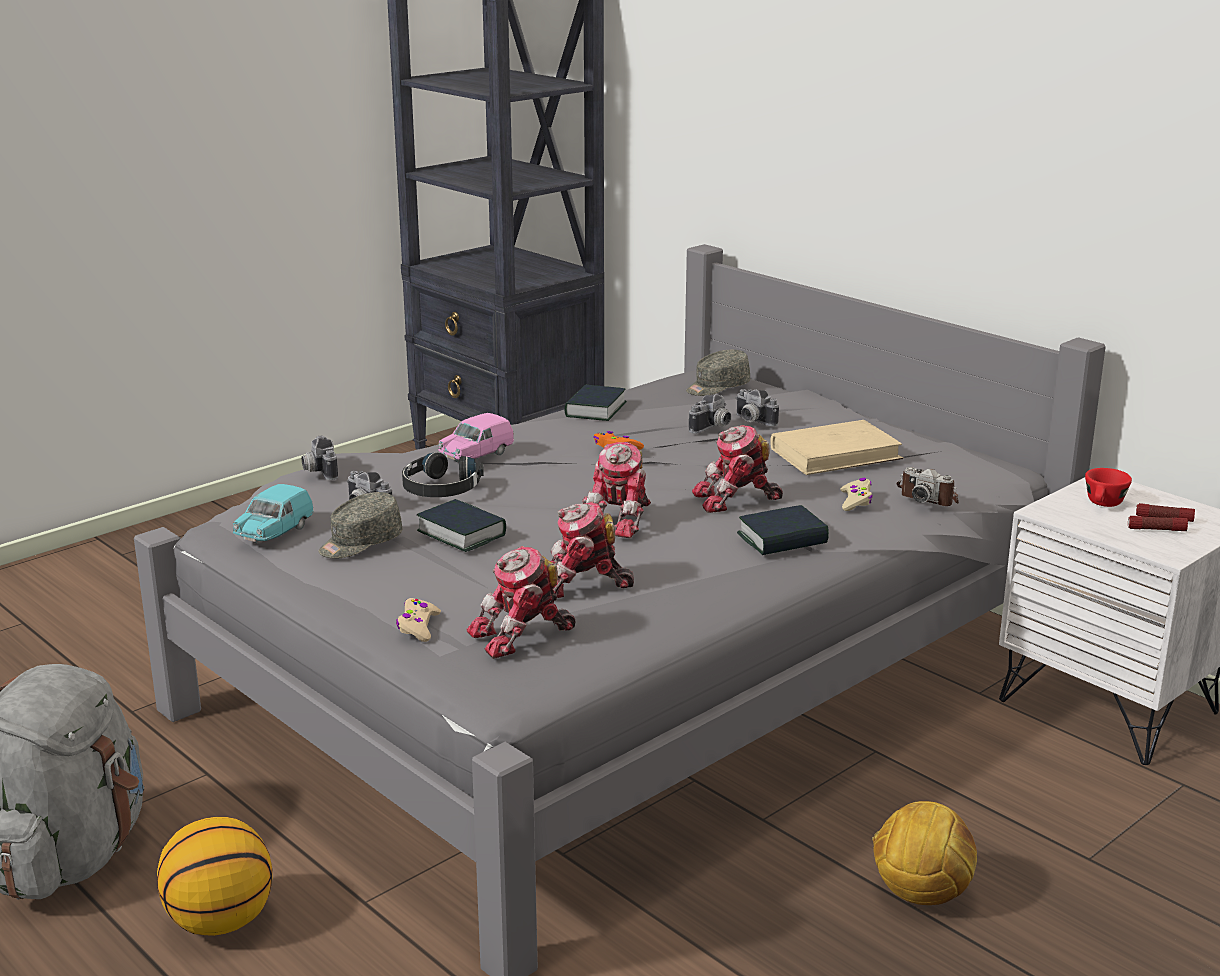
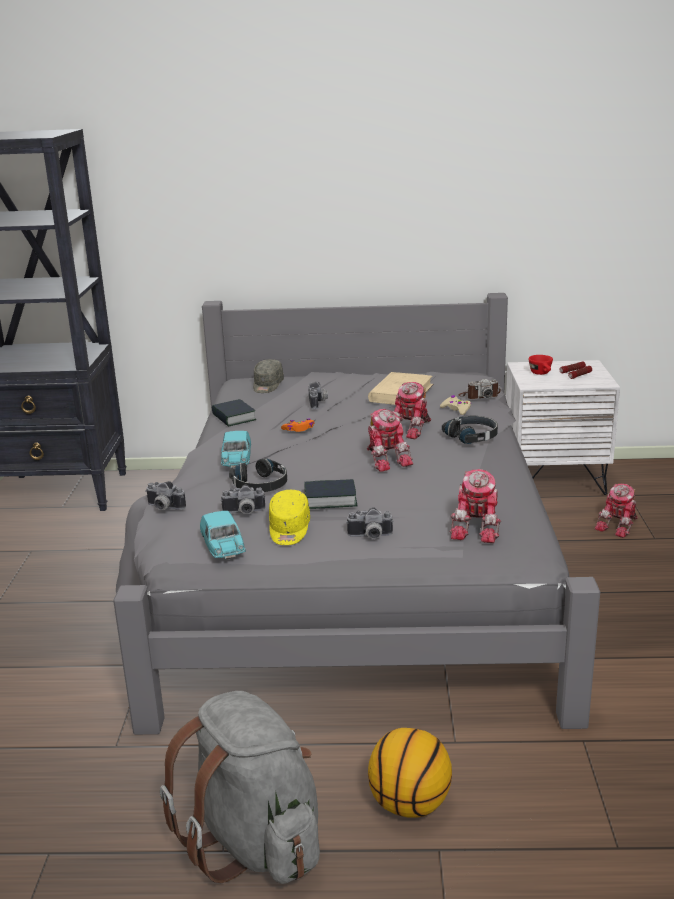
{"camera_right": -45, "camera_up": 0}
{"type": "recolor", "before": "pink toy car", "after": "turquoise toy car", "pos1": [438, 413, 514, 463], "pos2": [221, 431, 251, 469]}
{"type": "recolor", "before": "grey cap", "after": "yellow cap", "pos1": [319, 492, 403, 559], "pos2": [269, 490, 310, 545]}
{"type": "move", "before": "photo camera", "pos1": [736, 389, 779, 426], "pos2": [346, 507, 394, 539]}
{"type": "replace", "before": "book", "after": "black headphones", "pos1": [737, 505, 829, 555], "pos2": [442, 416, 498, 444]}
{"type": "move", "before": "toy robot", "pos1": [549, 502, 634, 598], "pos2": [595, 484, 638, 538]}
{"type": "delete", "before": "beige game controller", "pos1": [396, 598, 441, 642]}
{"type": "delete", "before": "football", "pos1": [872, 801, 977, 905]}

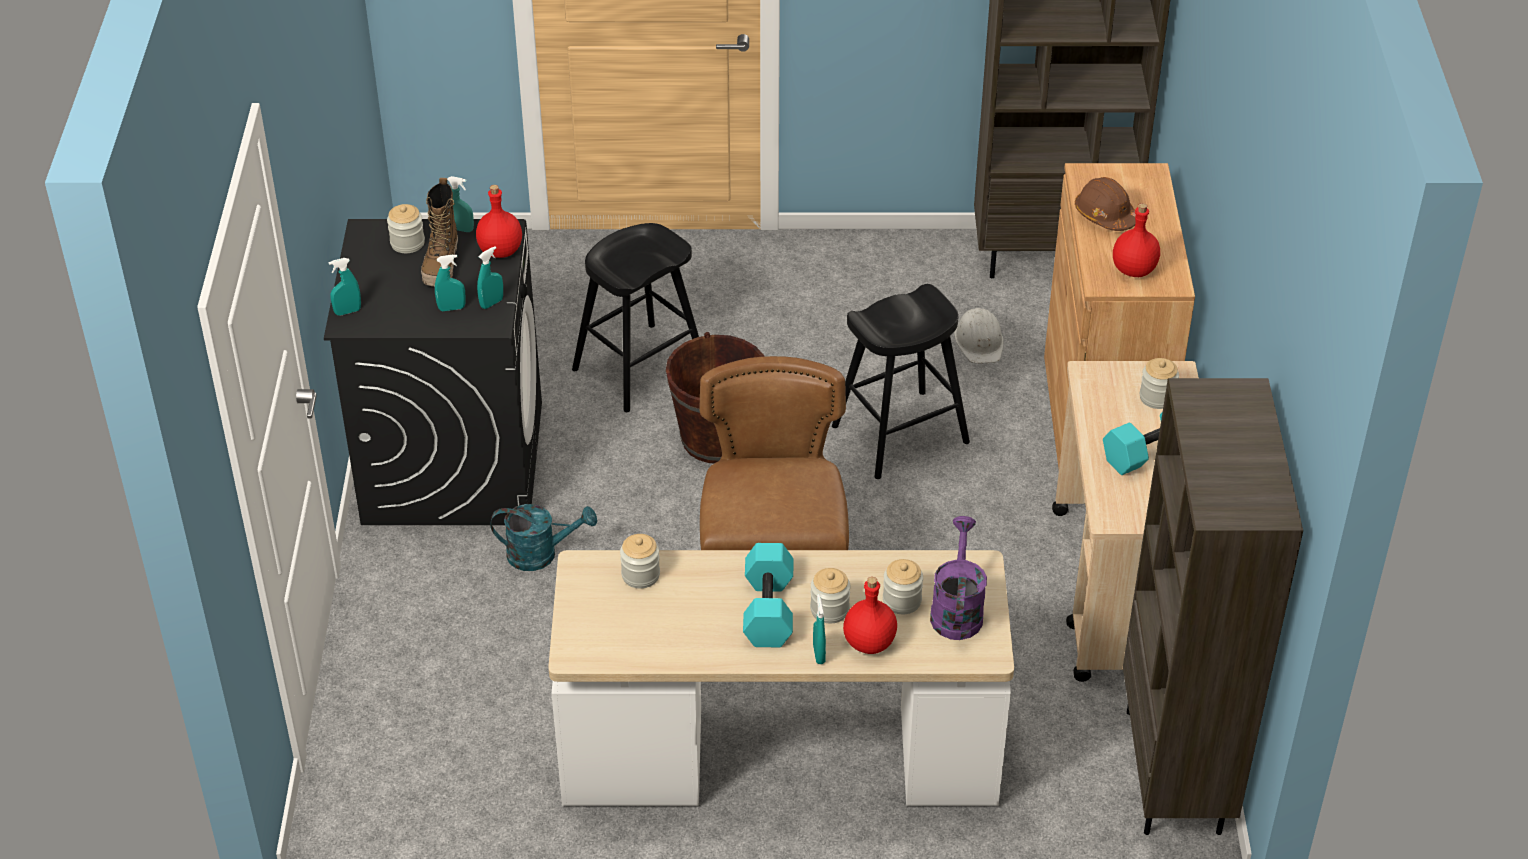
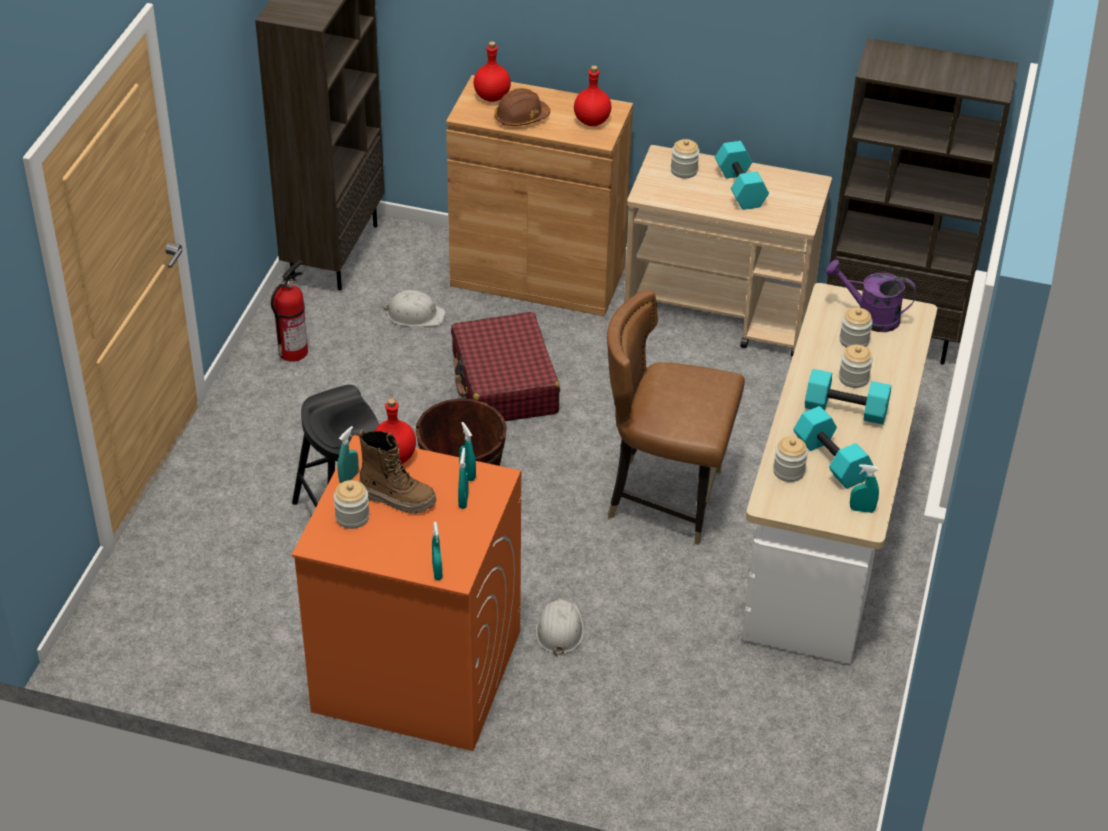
{"camera_right": -75, "camera_up": 0}
{"type": "insert", "after": "fire extinguisher", "pos2": [271, 260, 308, 362]}
{"type": "recolor", "before": "black washing machine", "after": "orange washing machine", "pos1": [324, 219, 542, 525], "pos2": [292, 435, 521, 751]}
{"type": "replace", "before": "black stool", "after": "red suitcase", "pos1": [832, 284, 970, 479], "pos2": [451, 312, 560, 421]}
{"type": "move", "before": "red bottle", "pos1": [843, 577, 897, 654], "pos2": [474, 41, 511, 102]}
{"type": "replace", "before": "turquoise watering can", "after": "white hard hat", "pos1": [490, 504, 597, 571], "pos2": [536, 598, 584, 656]}
{"type": "insert", "after": "turquoise dumbbell", "pos2": [793, 406, 873, 489]}
{"type": "move", "before": "turquoise spray bottle", "pos1": [813, 594, 826, 664], "pos2": [850, 464, 879, 513]}

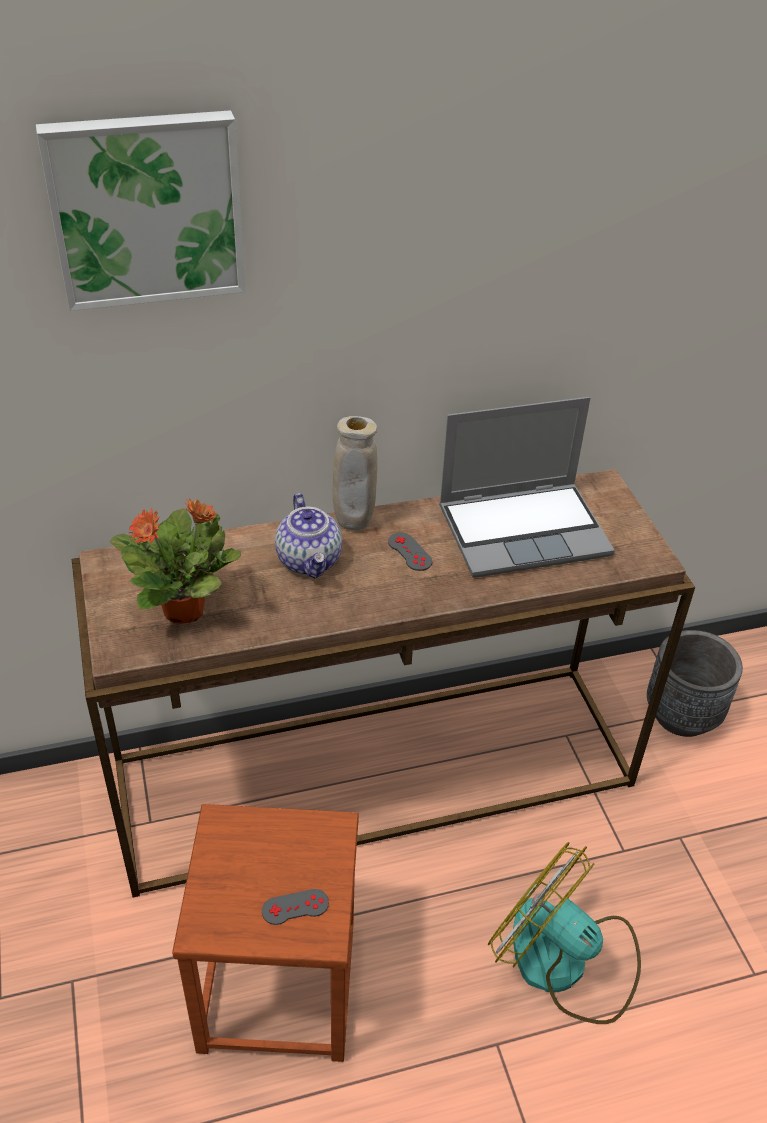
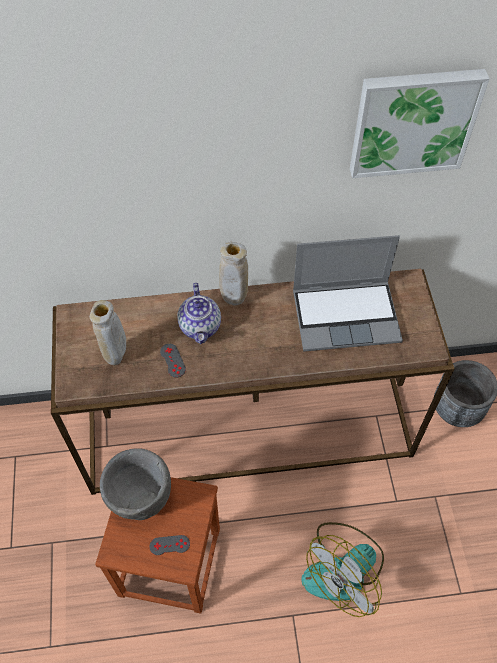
{"camera_right": 10, "camera_up": 15}
{"type": "replace", "before": "potted plant", "after": "beige vase", "pos1": [110, 499, 241, 623], "pos2": [90, 300, 126, 365]}
{"type": "insert", "after": "grey bowl", "pos2": [100, 448, 171, 520]}
{"type": "move", "before": "grey game controller", "pos1": [388, 532, 432, 571], "pos2": [160, 344, 186, 378]}
{"type": "rotate", "before": "fan", "pos1": [488, 842, 641, 1024], "pos2": [301, 522, 384, 617], "turn": -90}
{"type": "move", "before": "picture", "pos1": [36, 110, 246, 311], "pos2": [350, 69, 490, 178]}

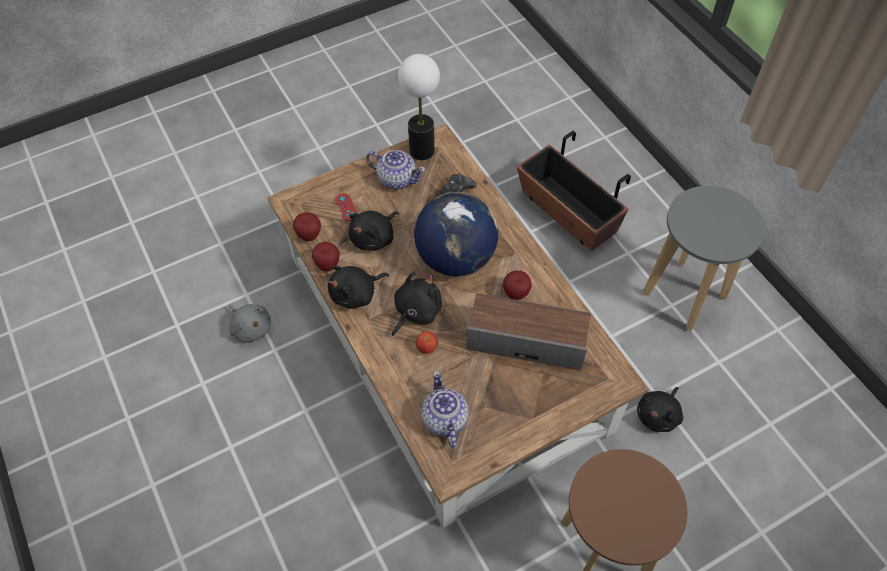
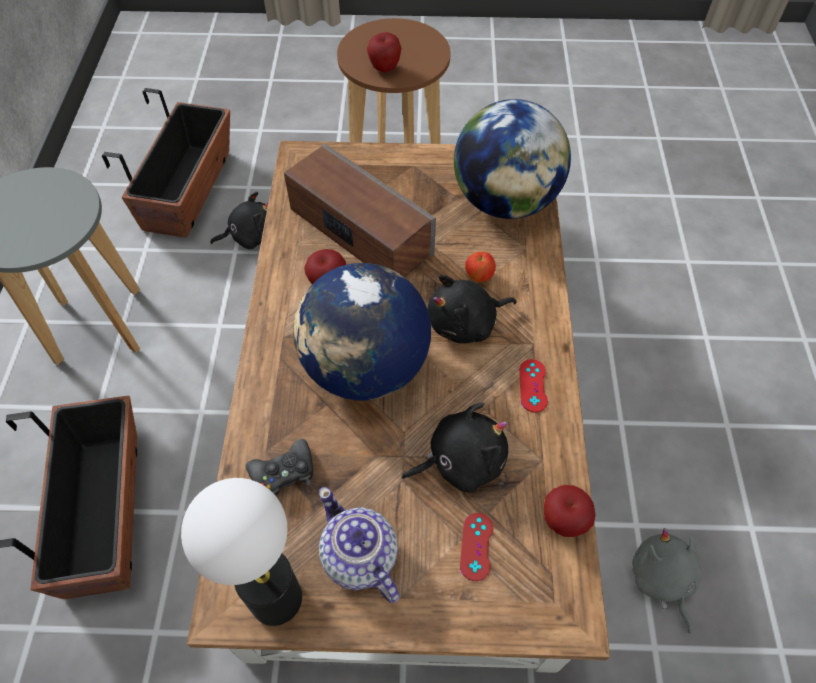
{"camera_right": -150, "camera_up": 0}
{"type": "insert", "after": "planter", "pos2": [102, 88, 230, 237]}
{"type": "move", "before": "apple", "pos1": [312, 242, 340, 271], "pos2": [367, 32, 401, 72]}
{"type": "replace", "before": "teapot", "after": "globe", "pos1": [421, 371, 469, 448], "pos2": [454, 99, 571, 219]}
{"type": "replace", "before": "black plush toy", "after": "red game controller", "pos1": [328, 265, 389, 309], "pos2": [520, 359, 548, 412]}

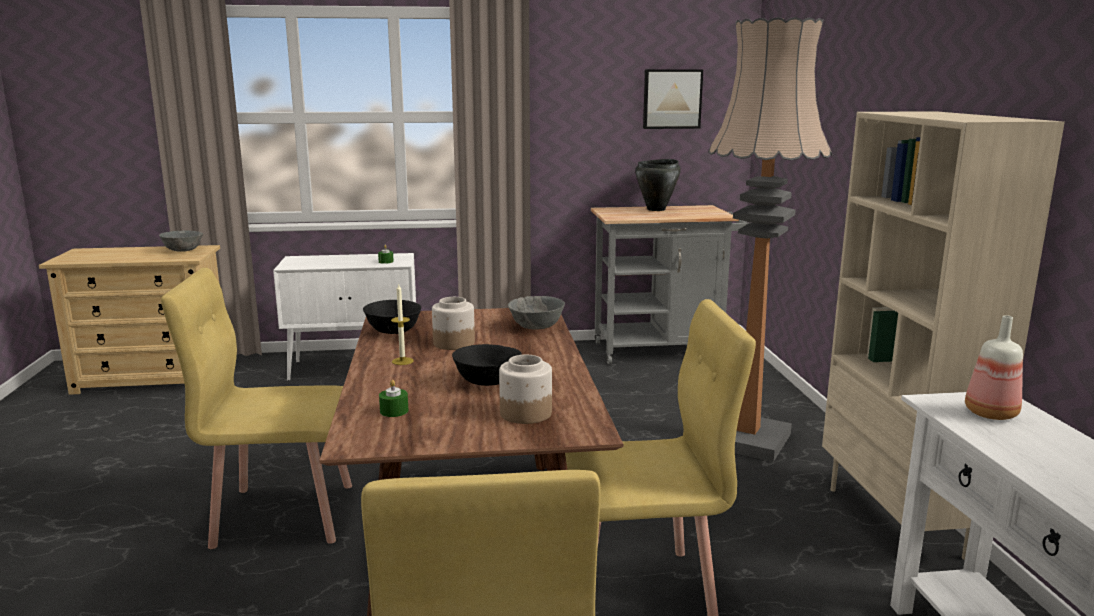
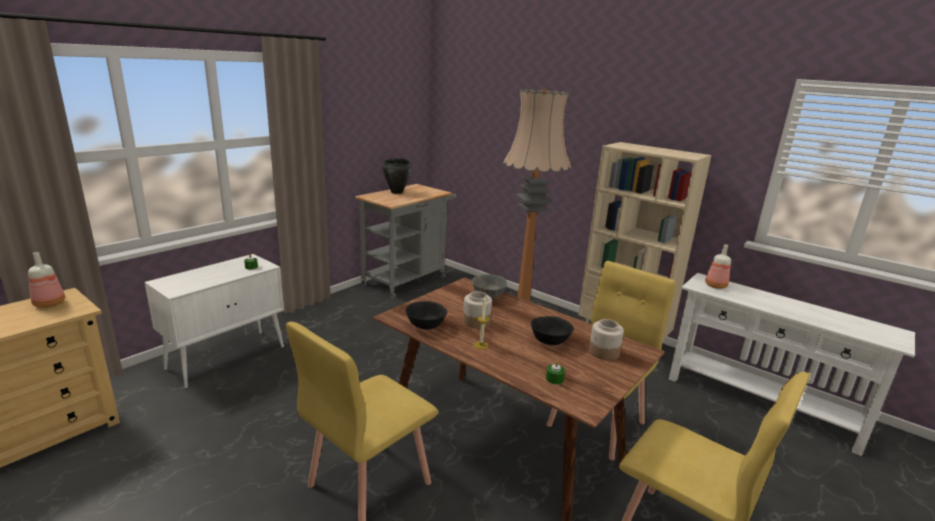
{"camera_right": -45, "camera_up": 5}
{"type": "replace", "before": "grey bowl", "after": "bottle", "pos1": [159, 231, 203, 252], "pos2": [28, 252, 65, 308]}
{"type": "delete", "before": "picture", "pos1": [643, 69, 703, 129]}

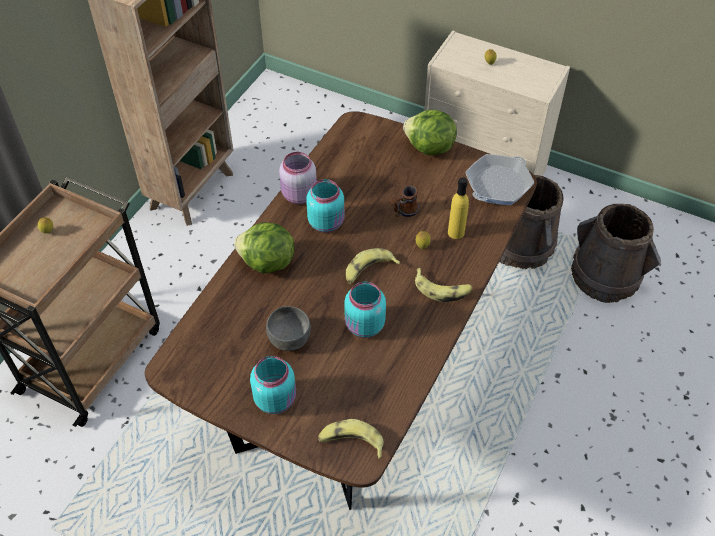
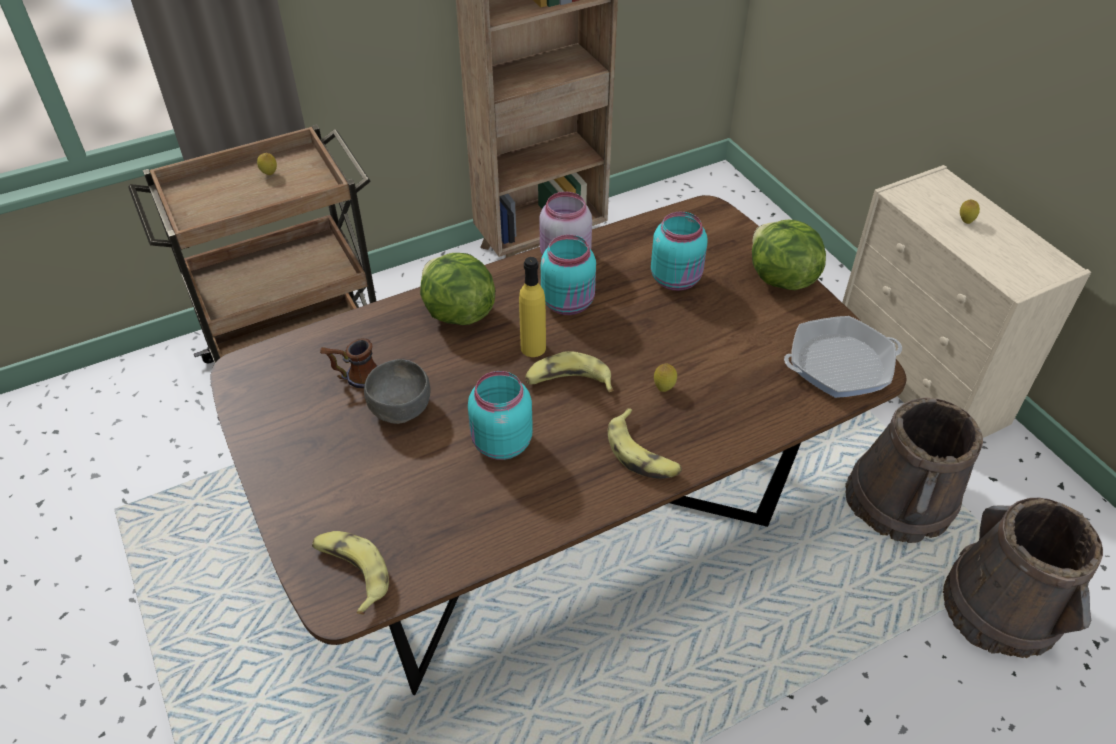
{"camera_right": 35, "camera_up": -5}
{"type": "move", "before": "mug", "pos1": [390, 185, 419, 217], "pos2": [320, 338, 377, 388]}
{"type": "move", "before": "yellow bottle", "pos1": [448, 177, 469, 239], "pos2": [519, 257, 546, 357]}
{"type": "move", "before": "turquoise jar", "pos1": [250, 356, 296, 414], "pos2": [651, 212, 707, 291]}

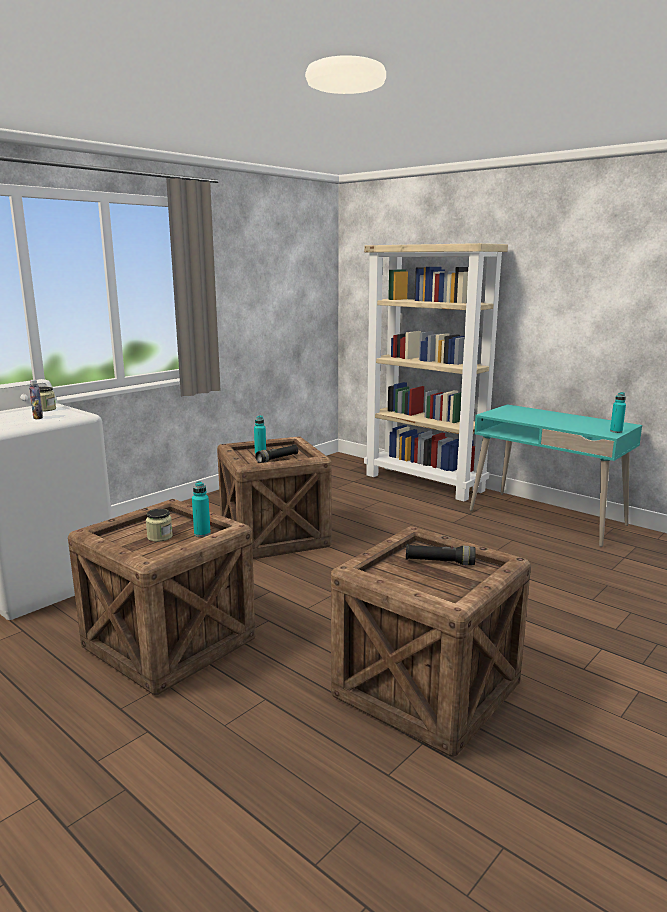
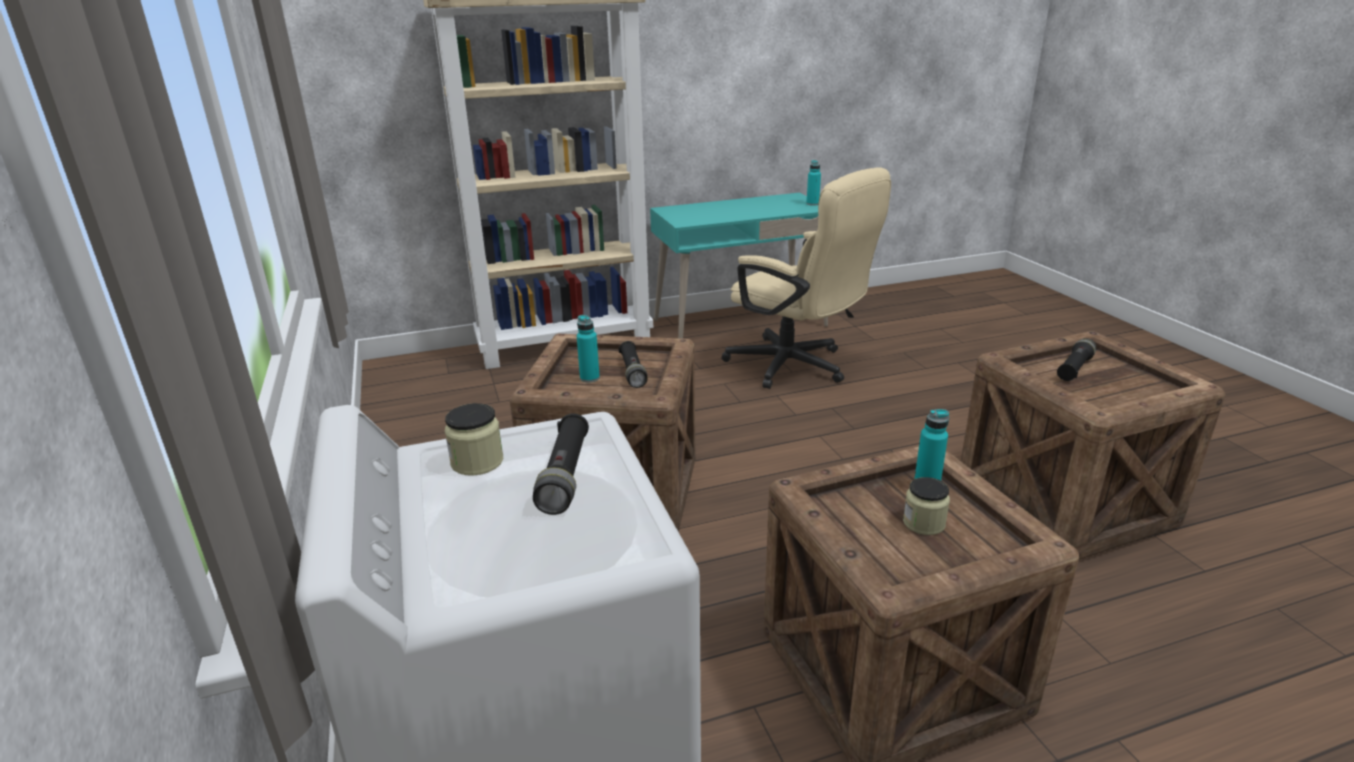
{"camera_right": -60, "camera_up": 10}
{"type": "replace", "before": "bottle", "after": "black flashlight", "pos1": [29, 380, 43, 419], "pos2": [533, 413, 589, 515]}
{"type": "insert", "after": "beige office chair", "pos2": [722, 167, 891, 389]}

